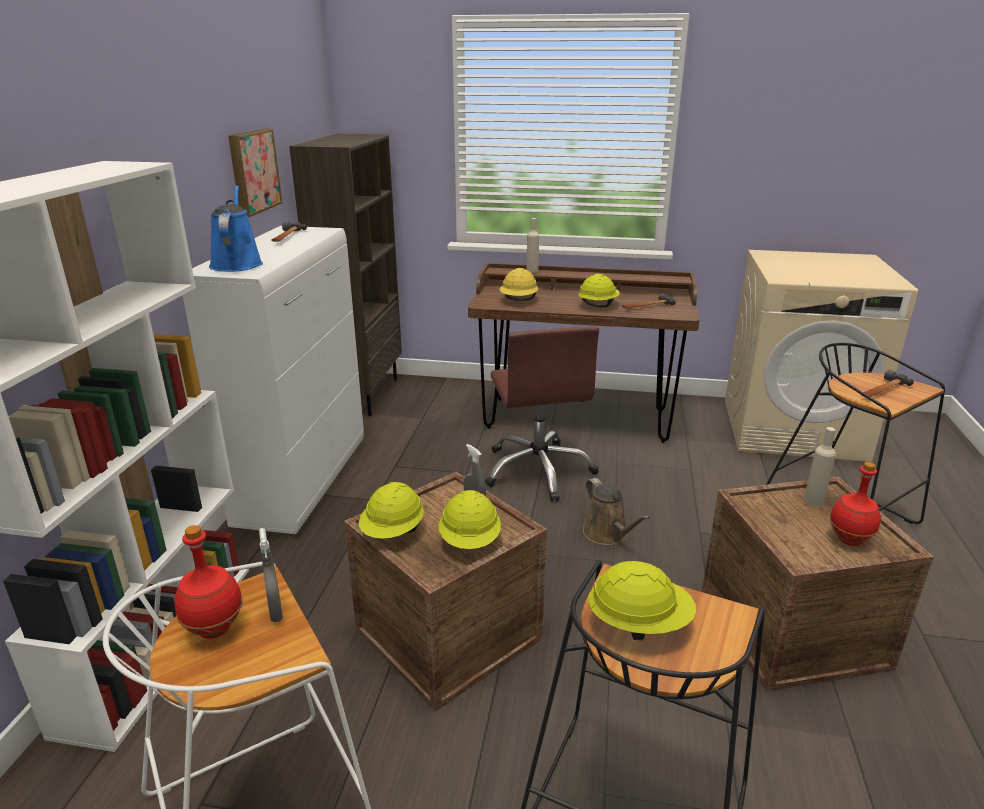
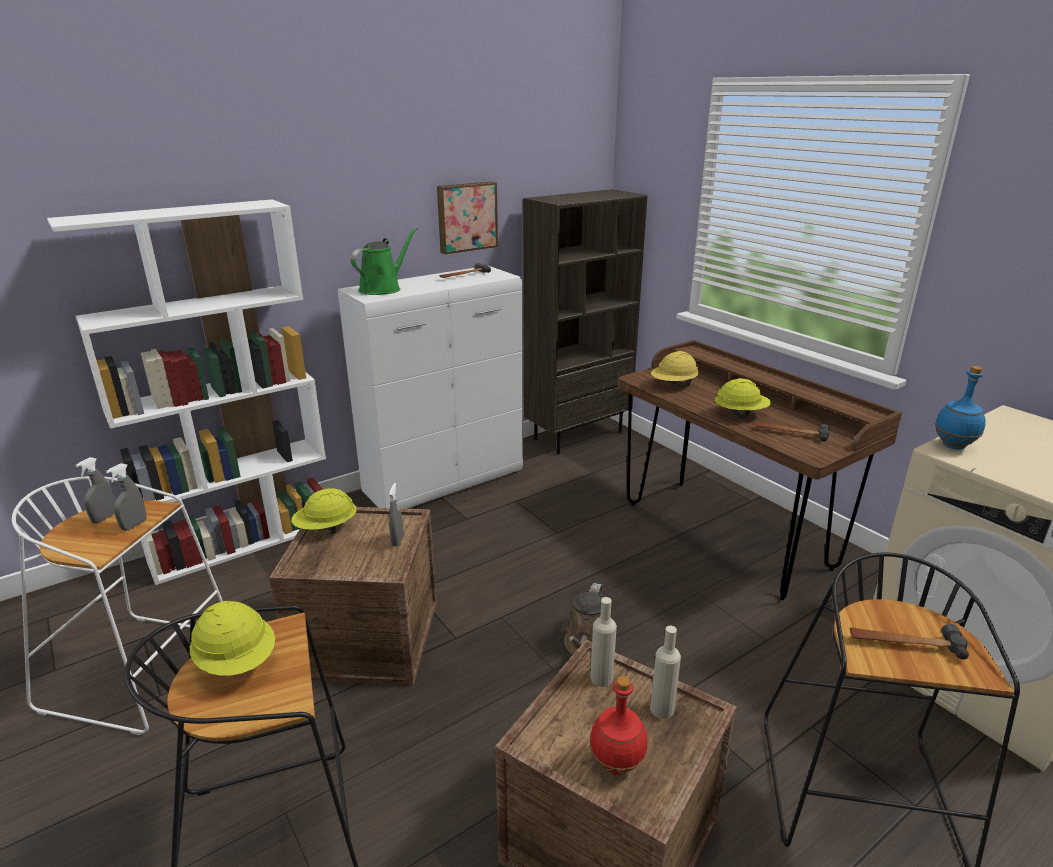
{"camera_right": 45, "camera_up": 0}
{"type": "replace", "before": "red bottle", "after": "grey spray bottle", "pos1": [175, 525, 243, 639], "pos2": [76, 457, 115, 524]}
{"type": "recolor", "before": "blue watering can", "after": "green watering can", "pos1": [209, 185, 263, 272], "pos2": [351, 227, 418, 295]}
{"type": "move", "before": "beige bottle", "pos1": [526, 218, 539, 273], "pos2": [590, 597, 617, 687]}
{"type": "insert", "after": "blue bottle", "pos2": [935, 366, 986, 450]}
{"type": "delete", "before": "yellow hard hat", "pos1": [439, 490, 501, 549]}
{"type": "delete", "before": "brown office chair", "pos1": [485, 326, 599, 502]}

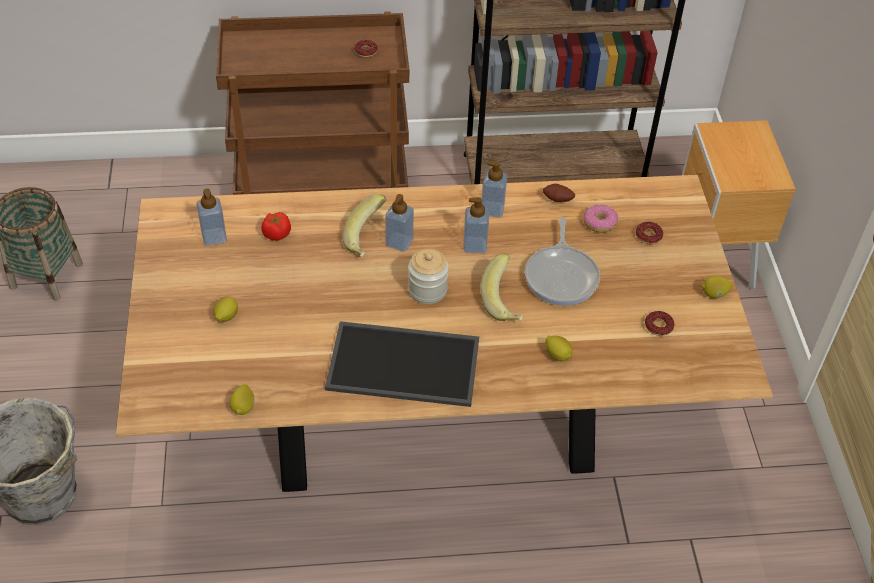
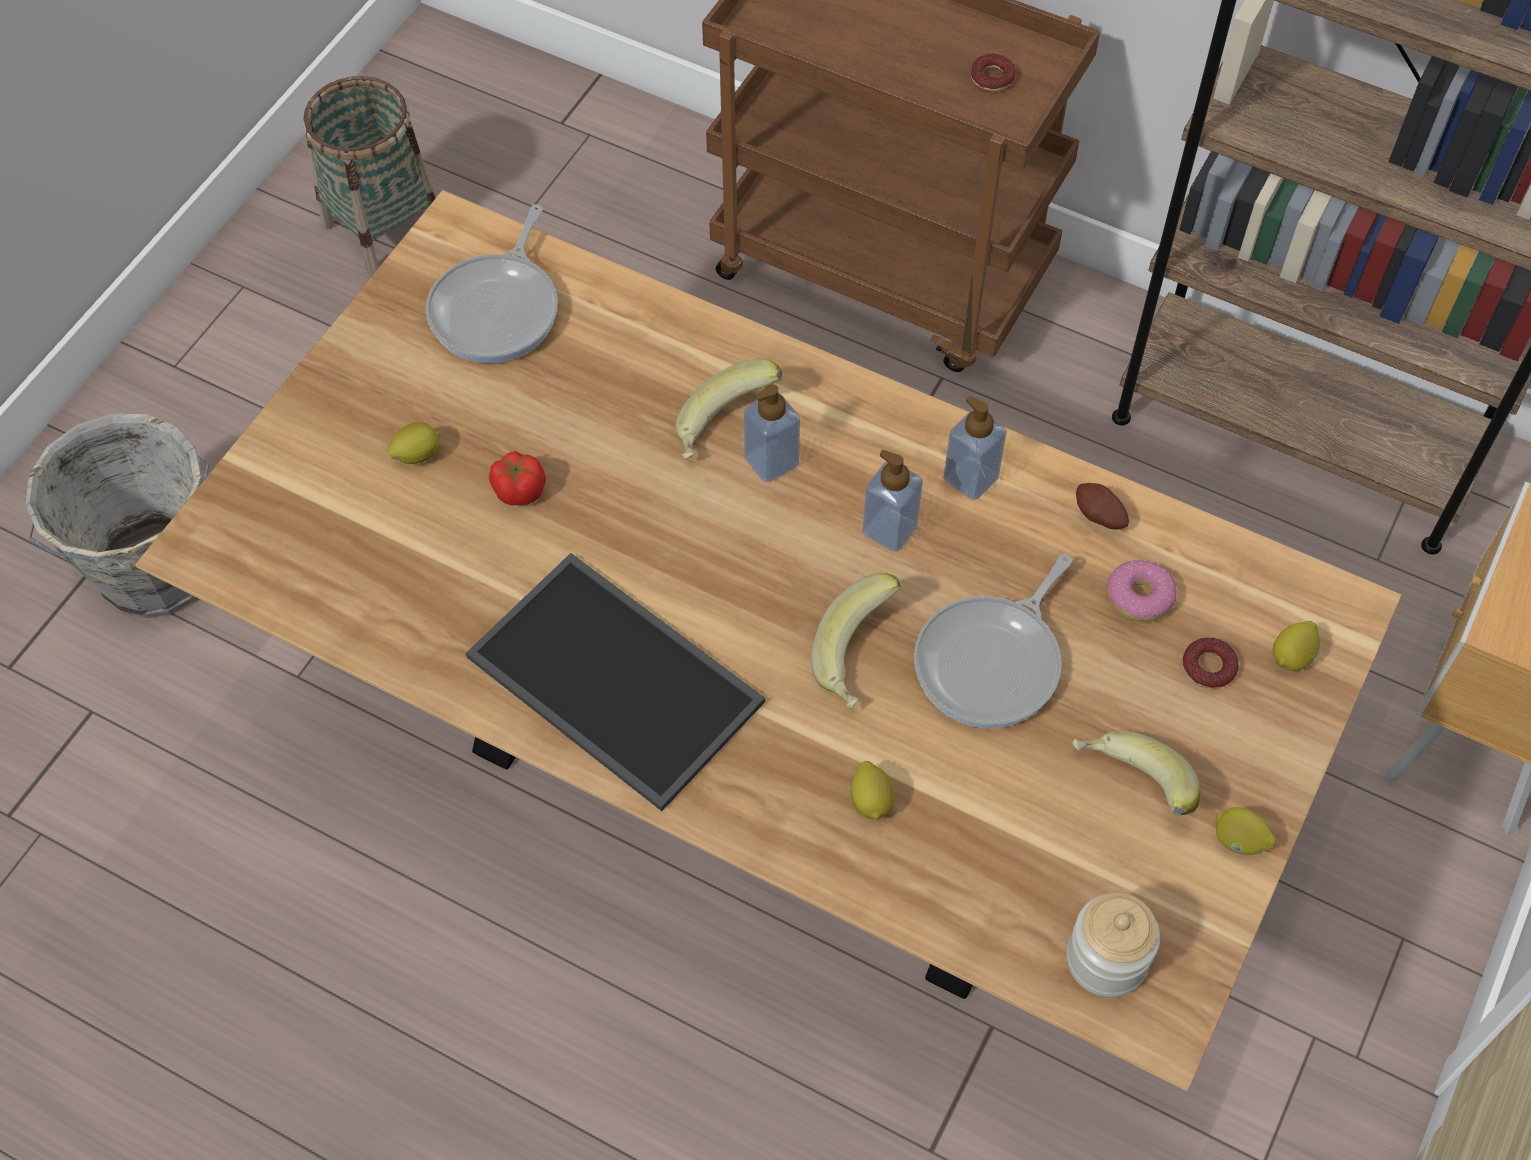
{"camera_right": 35, "camera_up": 10}
{"type": "replace", "before": "soap dispenser", "after": "frying pan", "pos1": [196, 188, 227, 246], "pos2": [426, 204, 558, 363]}
{"type": "move", "before": "tomato", "pos1": [262, 212, 291, 241], "pos2": [489, 451, 546, 506]}
{"type": "move", "before": "jar", "pos1": [408, 249, 449, 304], "pos2": [1067, 893, 1160, 998]}
{"type": "insert", "after": "banana", "pos2": [1072, 731, 1200, 815]}
{"type": "move", "before": "lemon", "pos1": [230, 384, 254, 415], "pos2": [1272, 621, 1320, 671]}
{"type": "delete", "before": "donut", "pos1": [645, 311, 674, 336]}

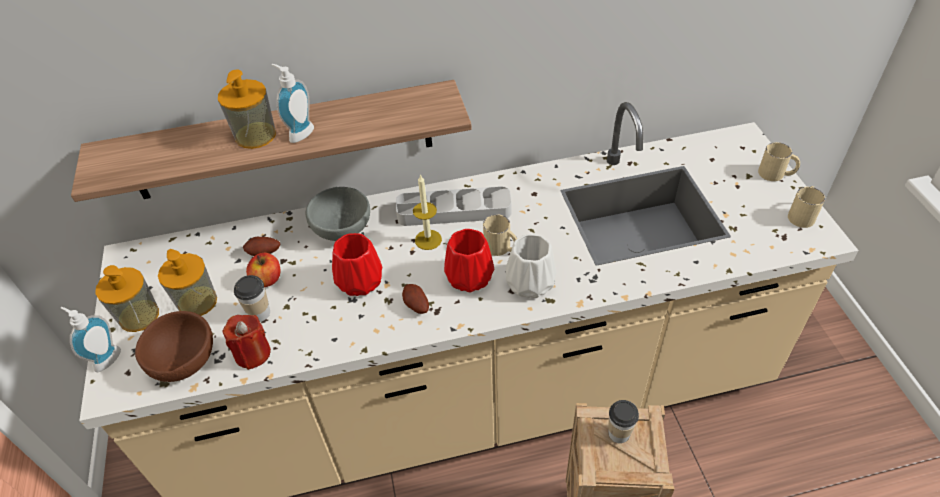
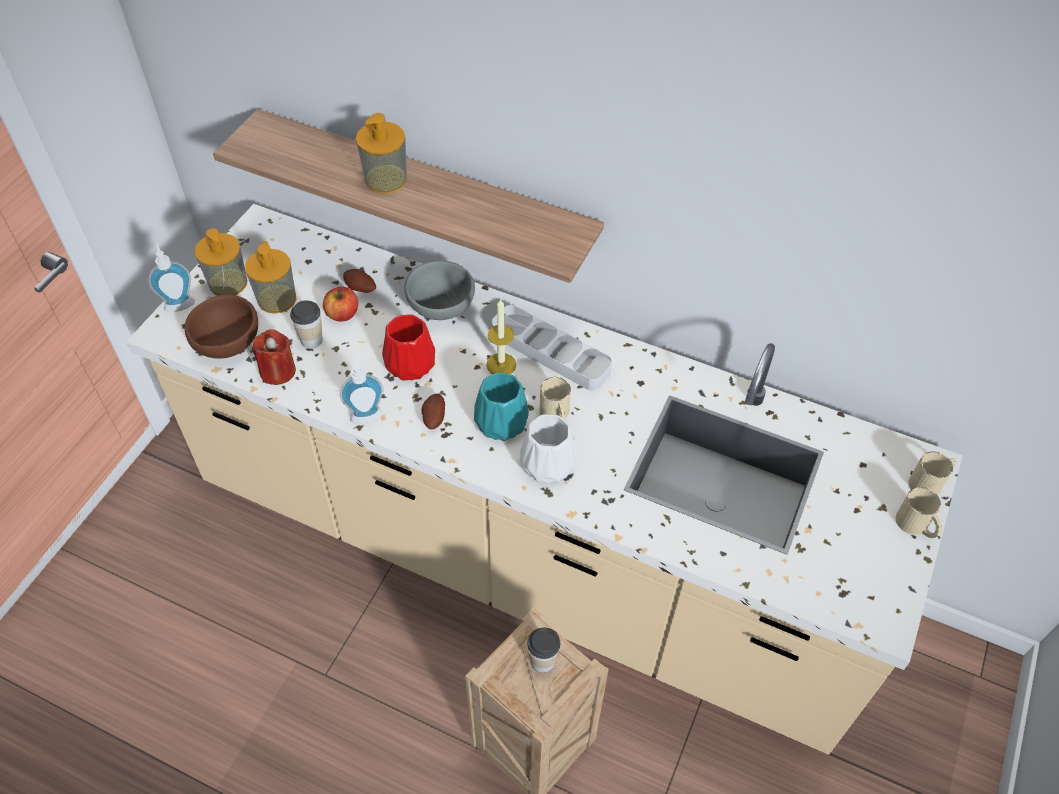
{"camera_right": 35, "camera_up": 5}
{"type": "move", "before": "soap dispenser", "pos1": [271, 64, 314, 143], "pos2": [340, 354, 384, 424]}
{"type": "recolor", "before": "red vase", "after": "turquoise vase", "pos1": [444, 229, 494, 292], "pos2": [474, 372, 529, 441]}
{"type": "move", "before": "beige mug", "pos1": [788, 186, 825, 228], "pos2": [909, 451, 957, 495]}

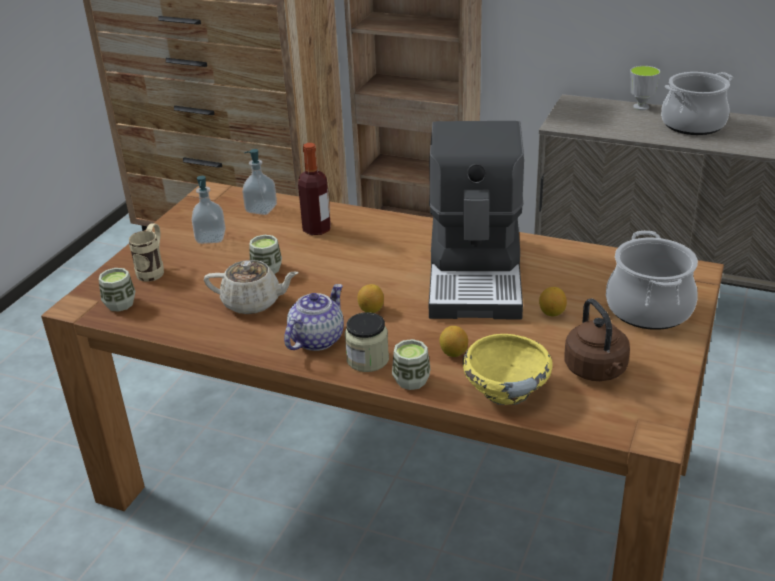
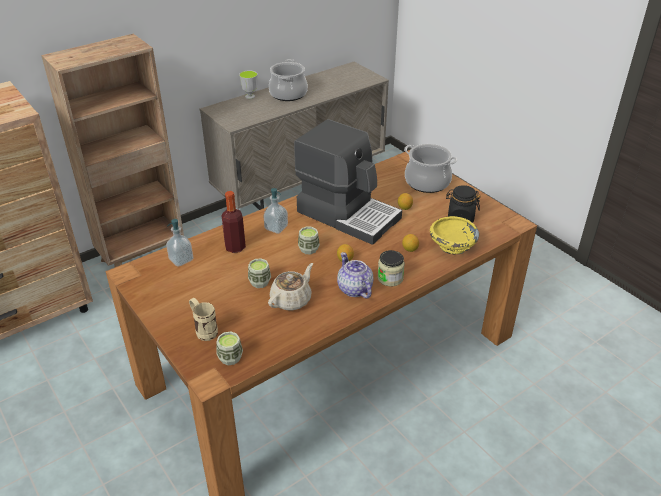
{"camera_right": -60, "camera_up": 5}
{"type": "move", "before": "soap dispenser", "pos1": [192, 176, 226, 244], "pos2": [263, 188, 288, 234]}
{"type": "move", "before": "cup", "pos1": [392, 339, 431, 390], "pos2": [298, 226, 320, 254]}
{"type": "replace", "before": "brown kettle", "after": "black jar", "pos1": [564, 299, 630, 381], "pos2": [446, 185, 480, 222]}

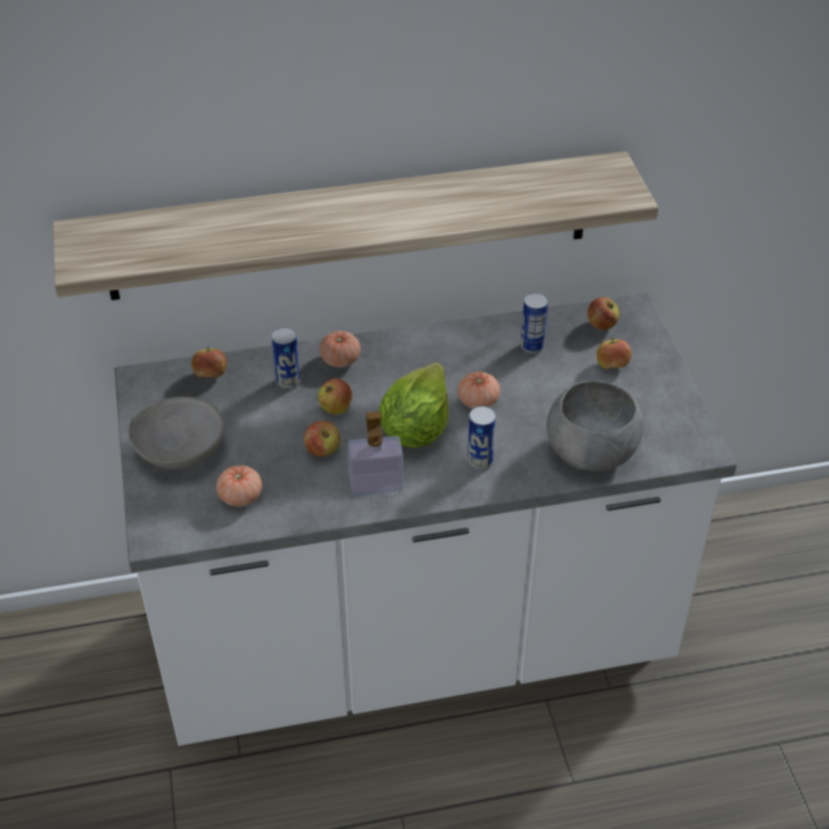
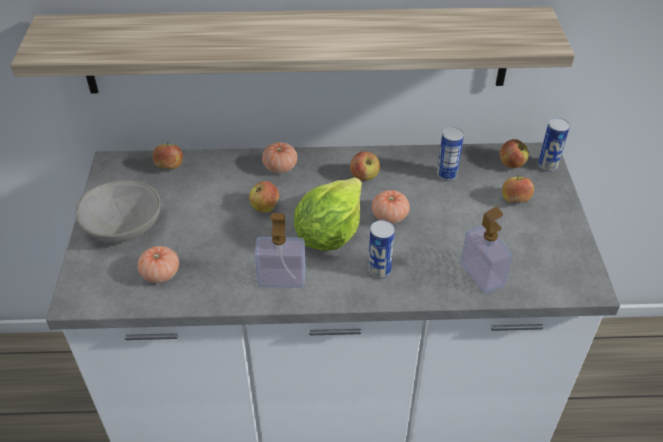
{"camera_right": 10, "camera_up": 0}
{"type": "move", "before": "apple", "pos1": [304, 421, 340, 457], "pos2": [350, 151, 380, 181]}
{"type": "replace", "before": "grey bowl", "after": "soap dispenser", "pos1": [547, 380, 643, 471], "pos2": [461, 207, 513, 293]}
{"type": "move", "before": "can", "pos1": [272, 327, 300, 389], "pos2": [538, 118, 570, 172]}

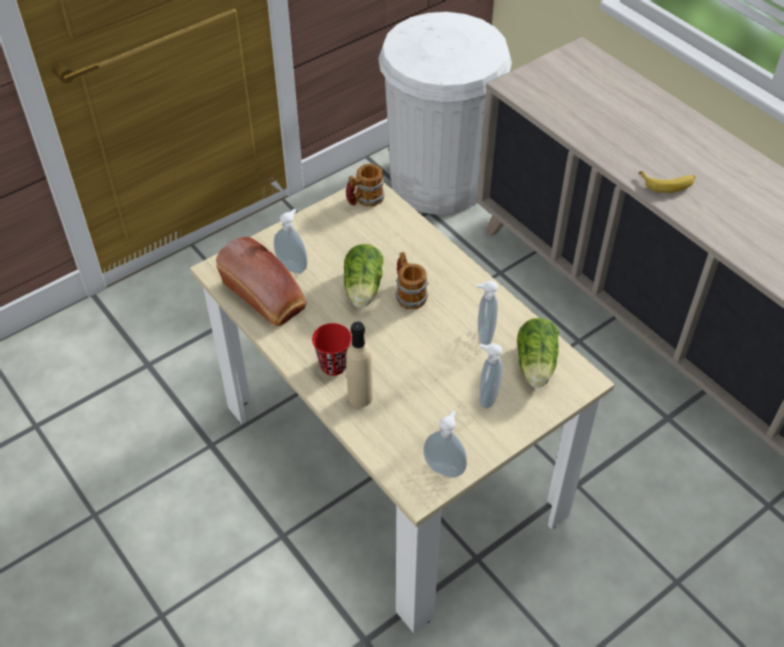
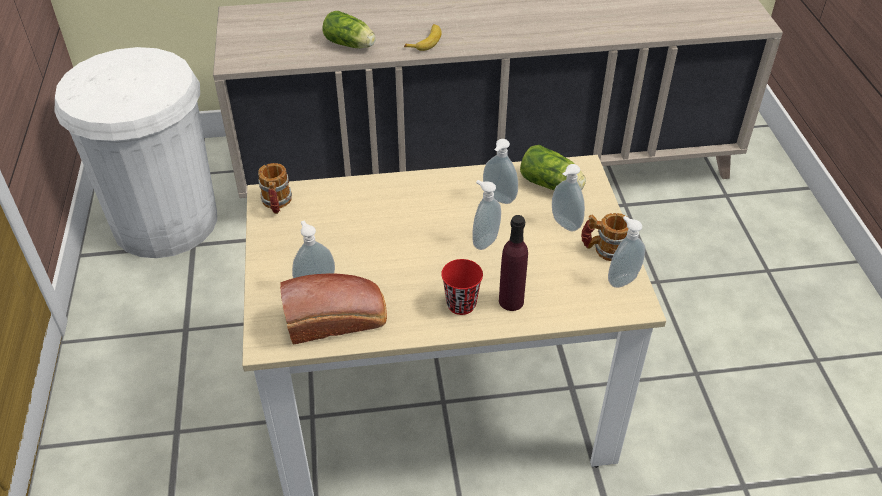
{"camera_right": -60, "camera_up": -5}
{"type": "move", "before": "lettuce", "pos1": [344, 244, 383, 308], "pos2": [322, 11, 376, 48]}
{"type": "insert", "after": "soap dispenser", "pos2": [472, 180, 501, 250]}
{"type": "recolor", "before": "beige bottle", "after": "purple bottle", "pos1": [346, 322, 373, 407], "pos2": [499, 215, 528, 311]}
{"type": "move", "before": "mug", "pos1": [395, 252, 429, 309], "pos2": [581, 213, 629, 261]}

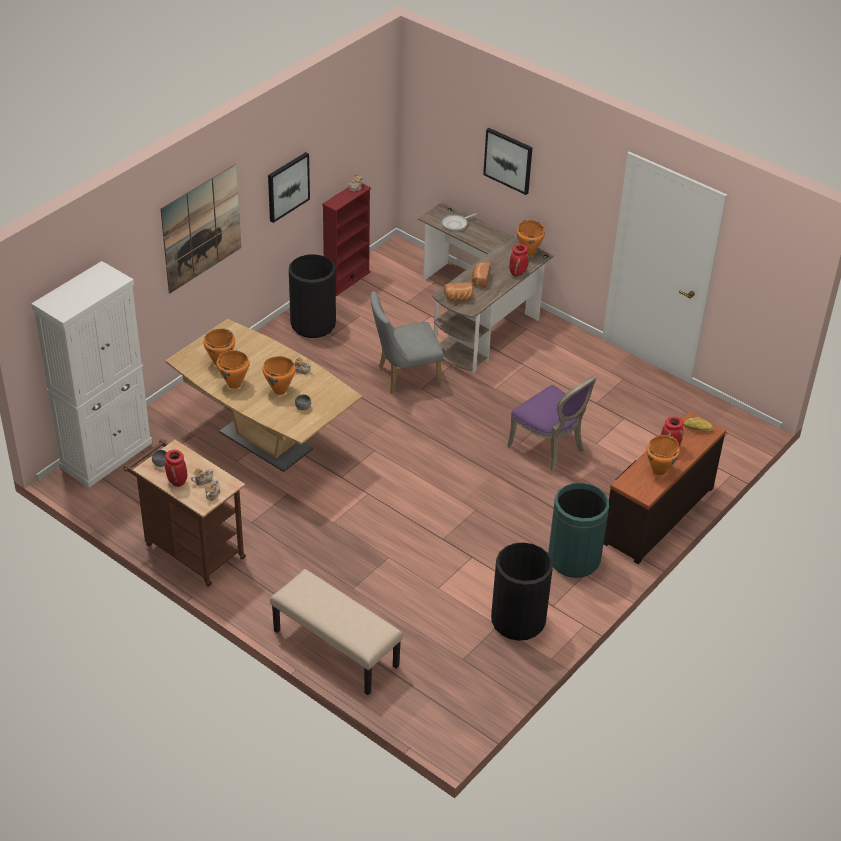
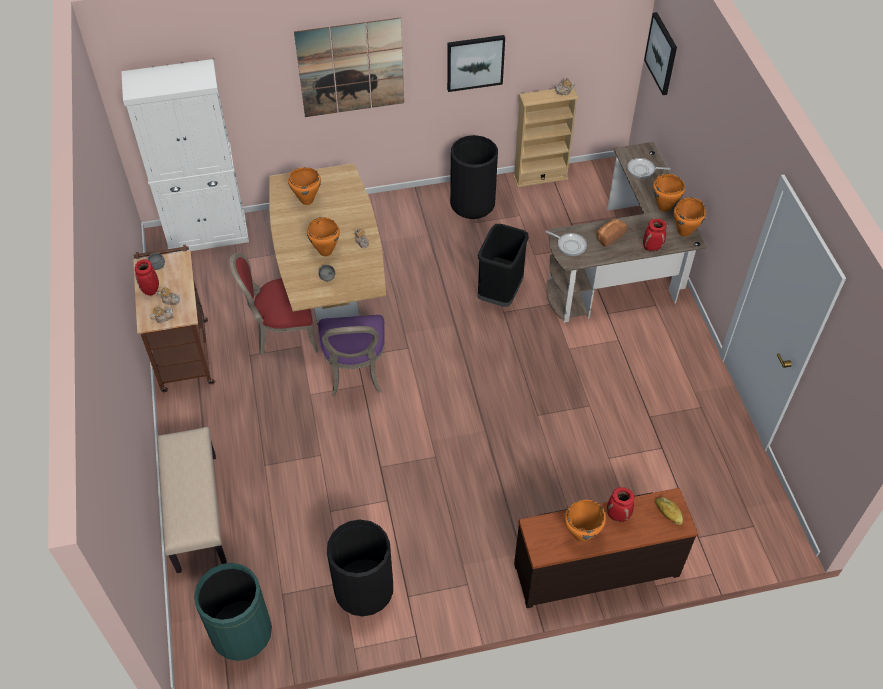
{"camera_right": 40, "camera_up": 10}
{"type": "move", "before": "green trash can", "pos1": [548, 483, 609, 578], "pos2": [194, 563, 272, 661]}
{"type": "insert", "after": "red chair", "pos2": [229, 253, 318, 355]}
{"type": "move", "before": "purple chair", "pos1": [507, 376, 596, 472], "pos2": [318, 315, 385, 396]}
{"type": "replace", "before": "grey chair", "after": "black trash can", "pos1": [371, 291, 443, 394], "pos2": [478, 224, 529, 307]}
{"type": "recolor", "before": "red bookcase", "after": "beige bookcase", "pos1": [322, 183, 371, 296], "pos2": [513, 86, 578, 187]}
{"type": "replace", "before": "bread", "after": "frying pan", "pos1": [444, 282, 473, 301], "pos2": [545, 230, 587, 256]}
{"type": "move", "before": "picture", "pos1": [483, 128, 533, 195], "pos2": [644, 12, 677, 95]}
{"type": "move", "before": "orange cooking pot", "pos1": [217, 350, 250, 389], "pos2": [653, 174, 685, 212]}

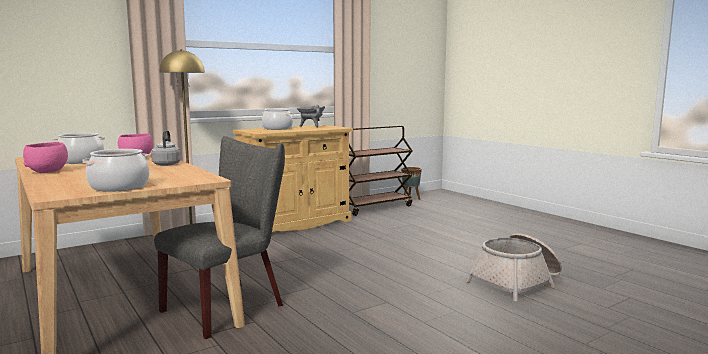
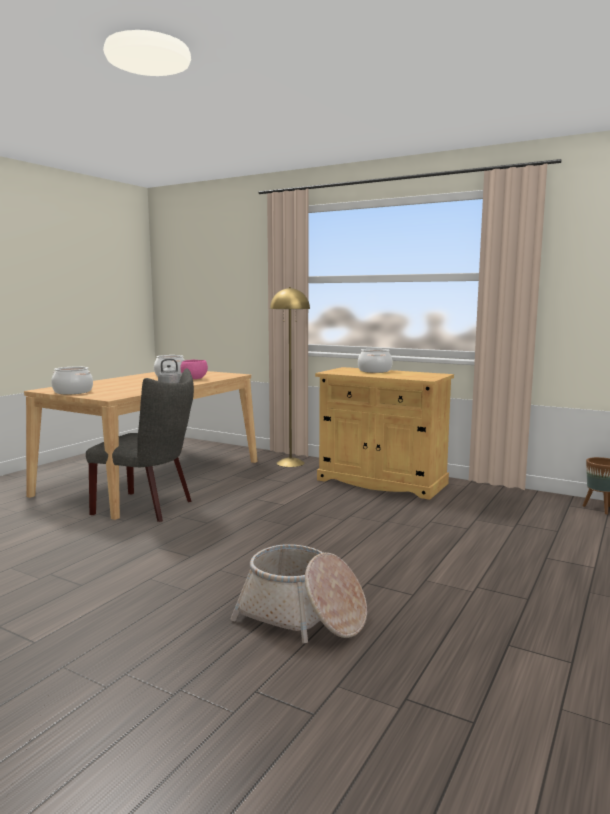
{"camera_right": 65, "camera_up": 0}
{"type": "delete", "before": "pink bowl", "pos1": [23, 142, 68, 173]}
{"type": "delete", "before": "grey cooking pot", "pos1": [297, 105, 325, 128]}
{"type": "delete", "before": "brown cart", "pos1": [349, 126, 413, 216]}

